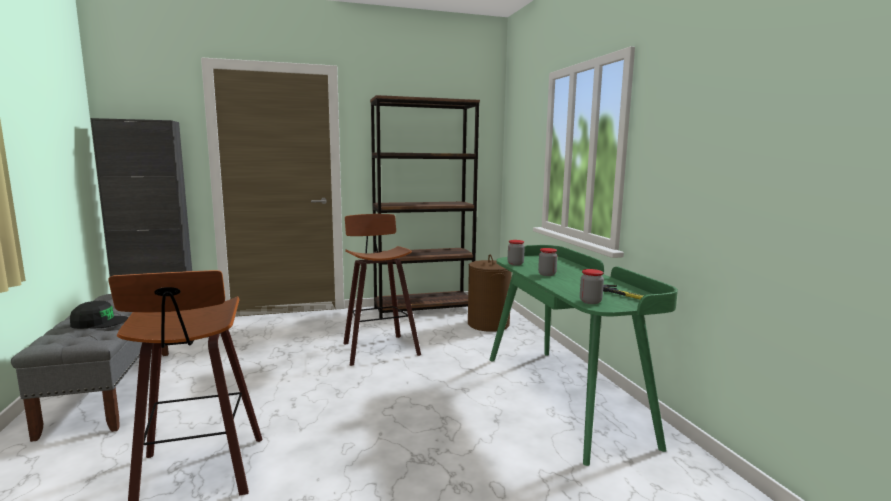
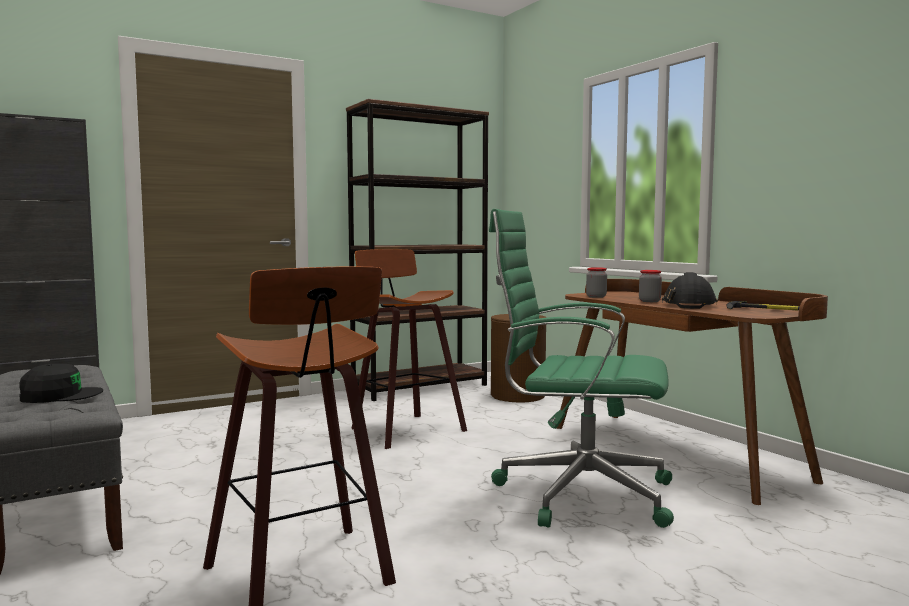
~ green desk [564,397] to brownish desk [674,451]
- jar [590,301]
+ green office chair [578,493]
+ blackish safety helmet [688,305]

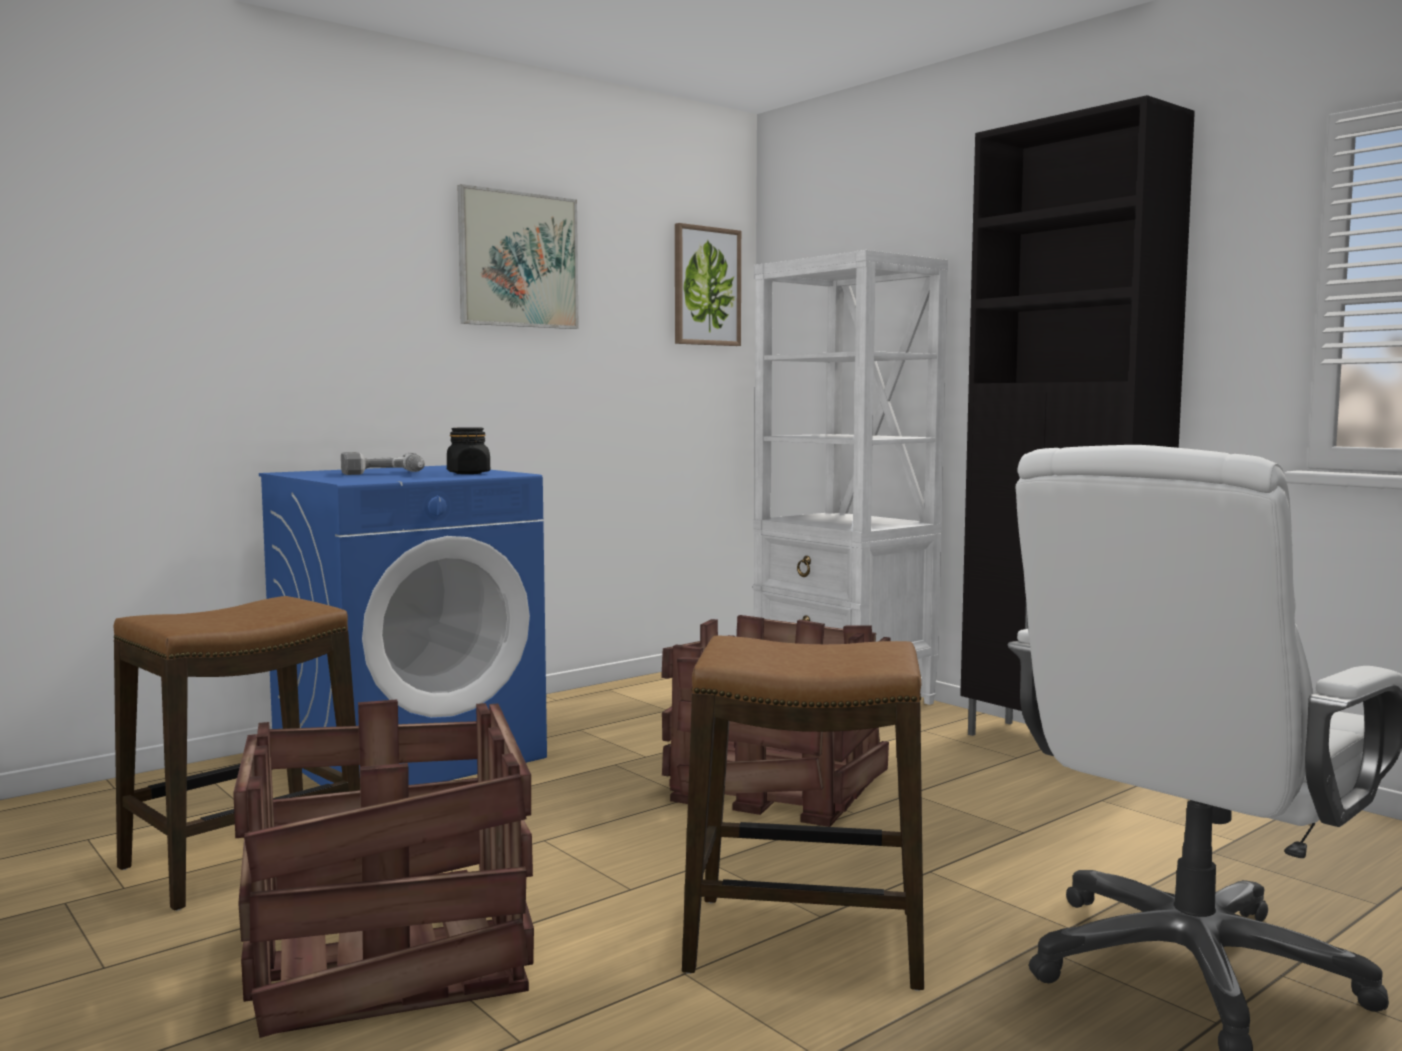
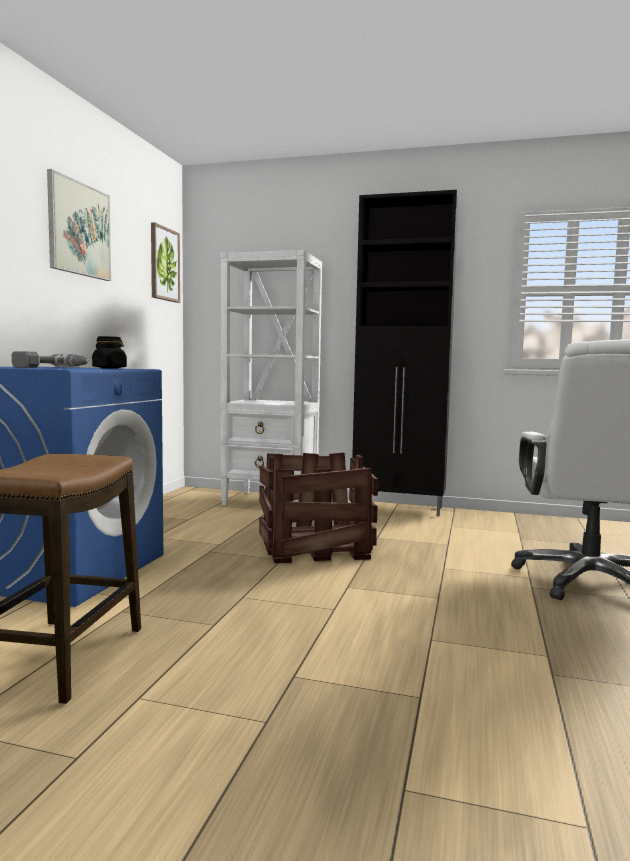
- shipping crate [389,952]
- stool seat [806,942]

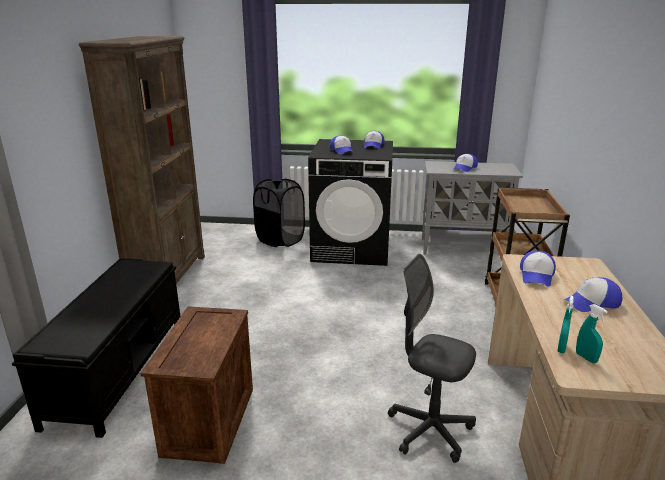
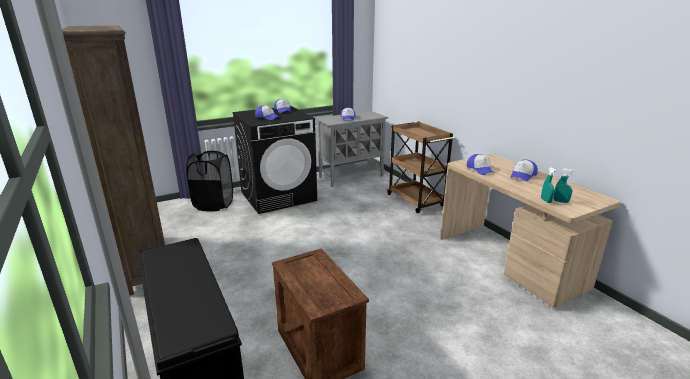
- gray office chair [430,430]

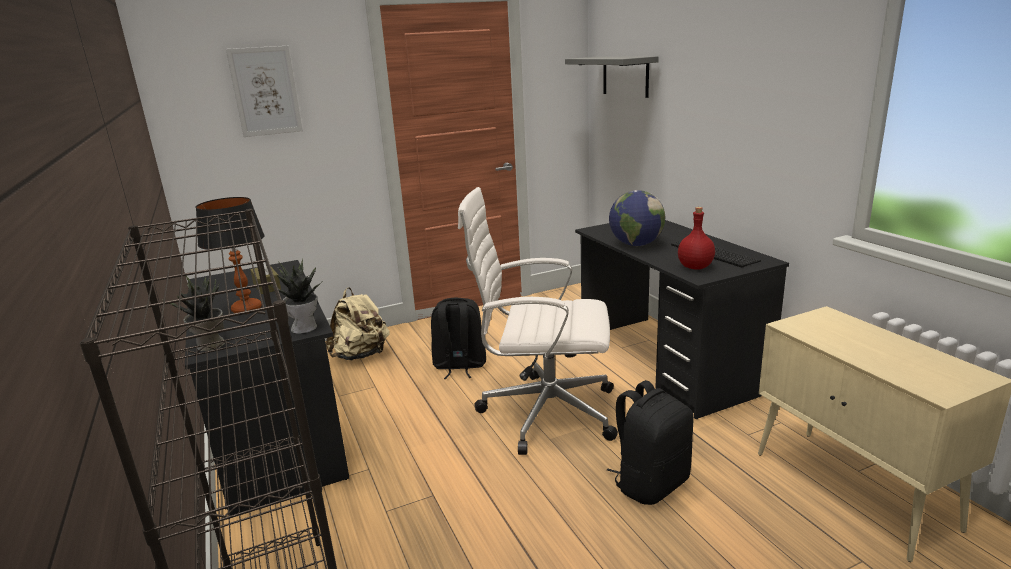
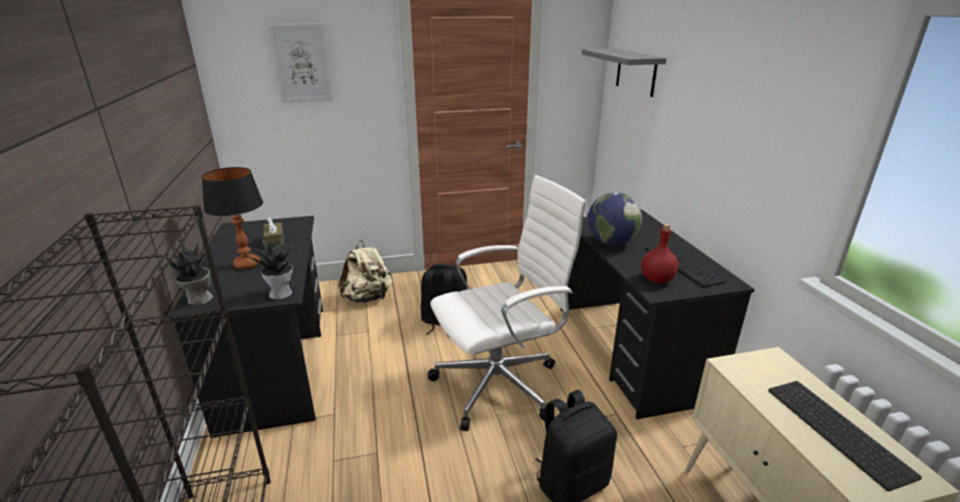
~ white office chair [544,412] = [501,384] 135 degrees clockwise
+ computer keyboard [839,431]

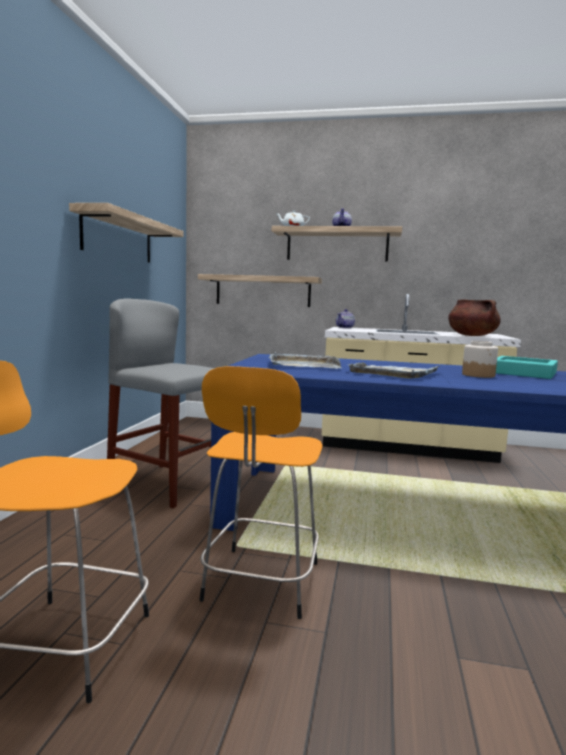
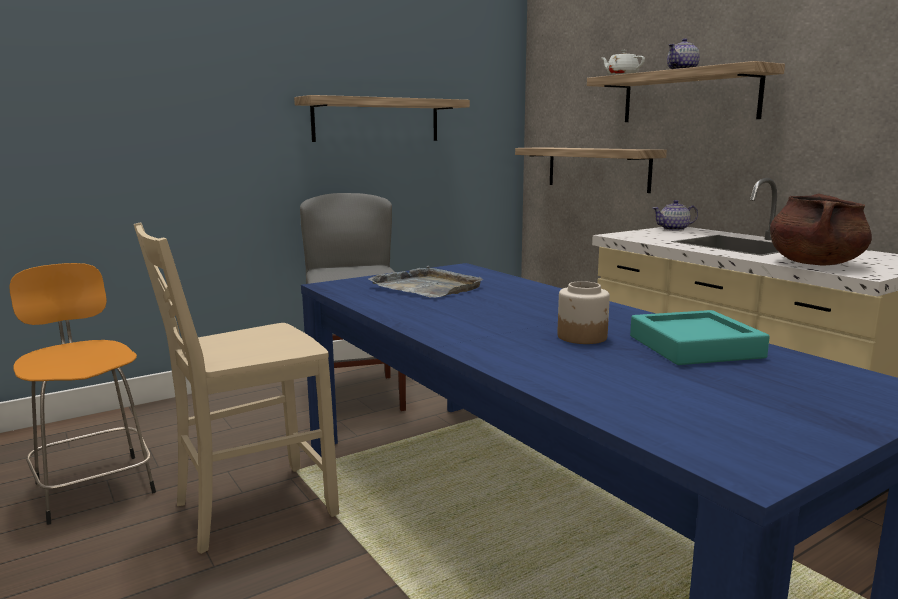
~ orange stool seat [261,583] to sand-coloured plain chair [251,508]
- gray carrying tray [393,373]

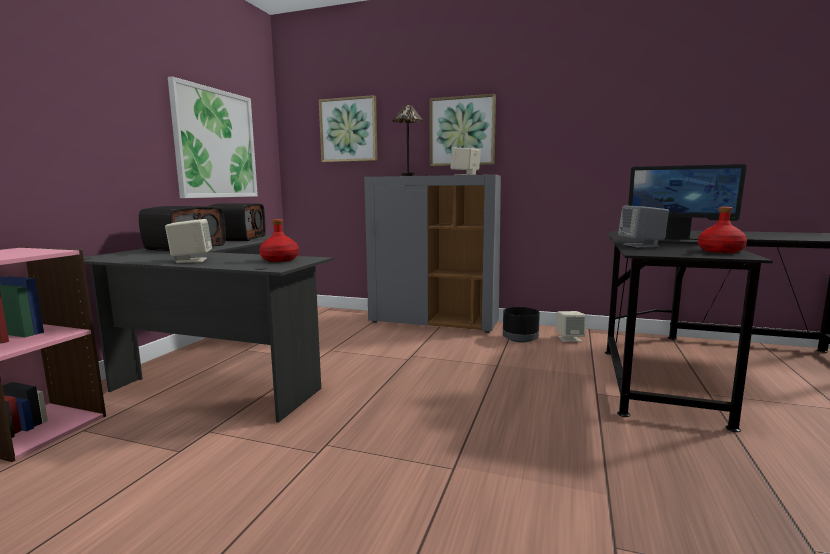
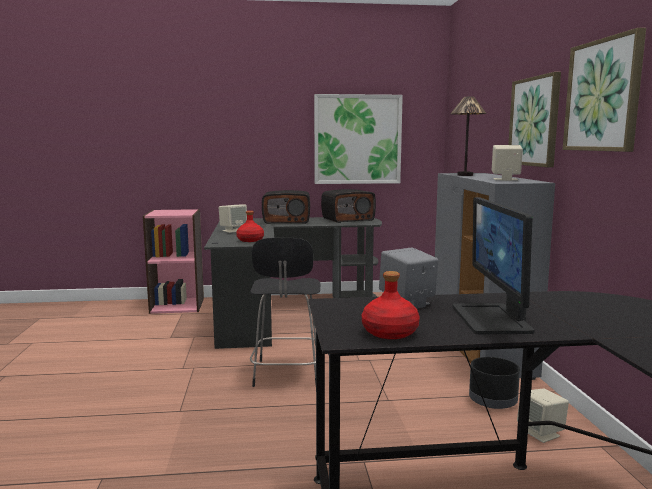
~ wall art [349,130] to [603,95]
+ blackish stool seat [286,374]

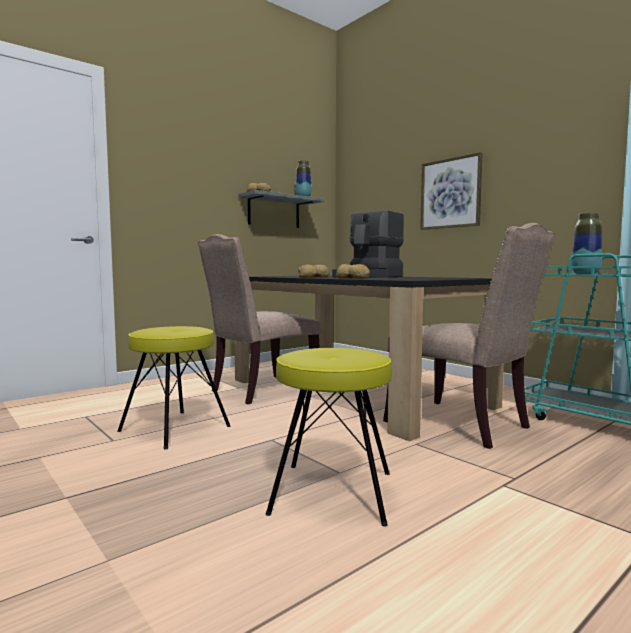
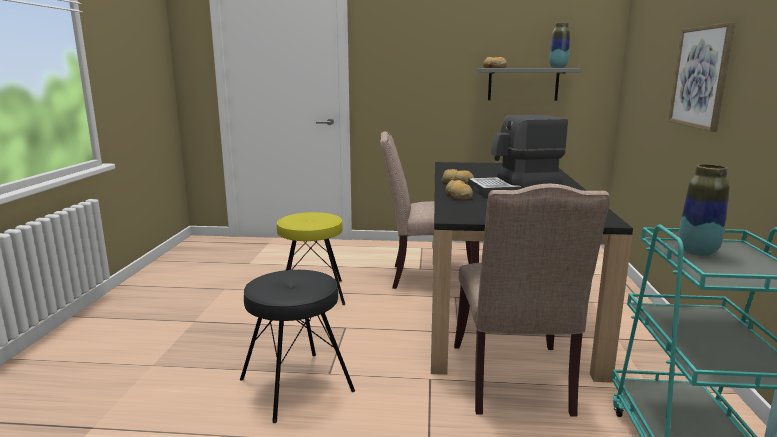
~ yellowish stool seat [332,491] to blackish stool seat [296,384]

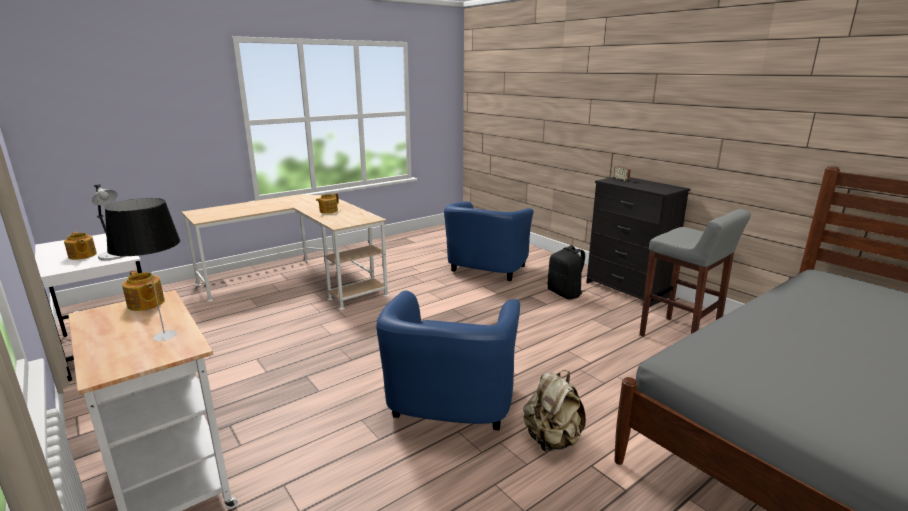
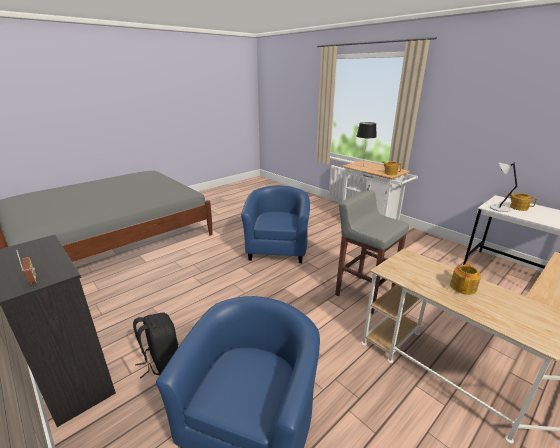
- sand-coloured backpack [552,440]
~ gray stool seat [680,336] to [364,293]

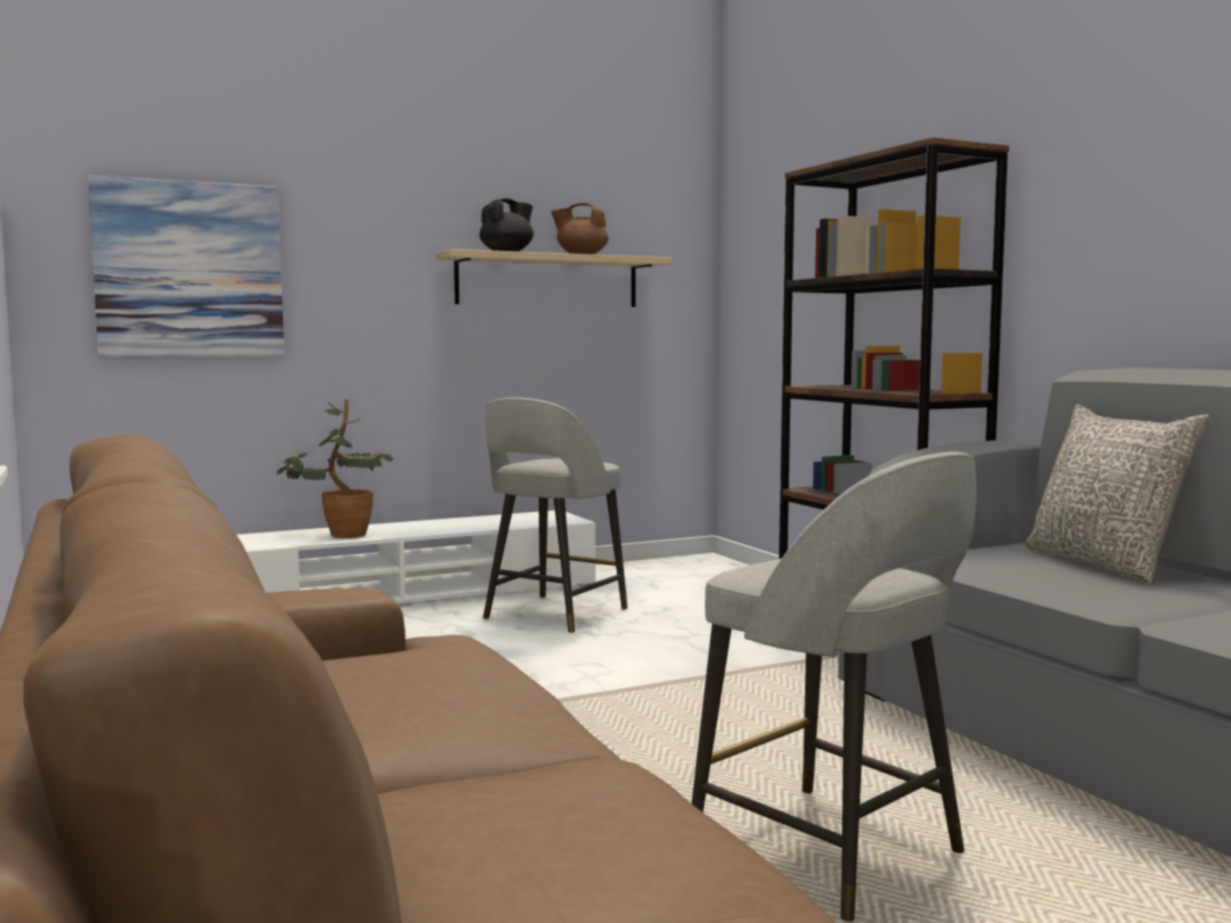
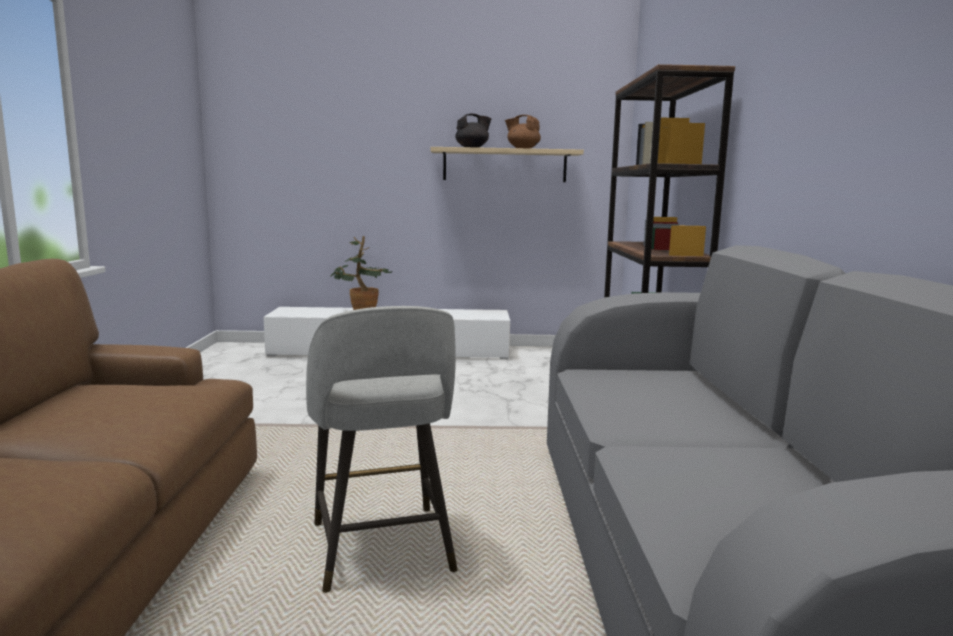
- wall art [190,271]
- gray stool seat [553,614]
- gray throw pillow [1104,564]

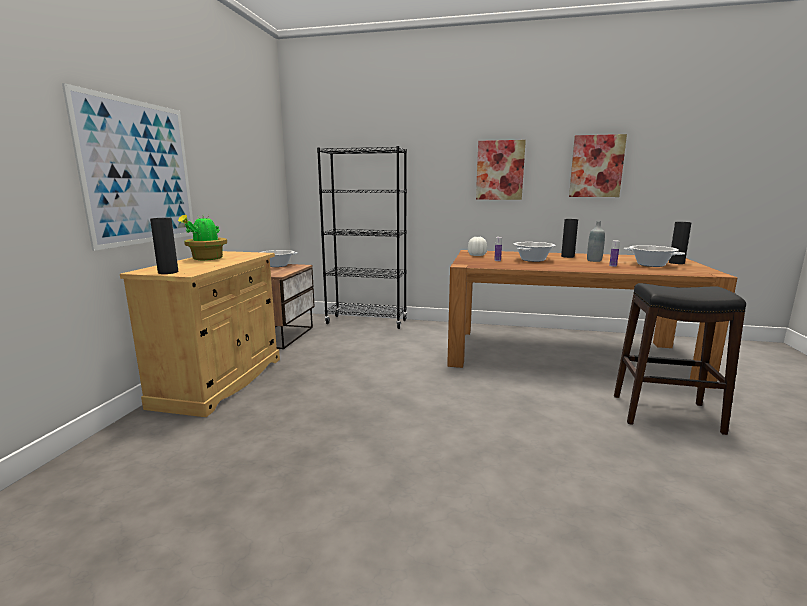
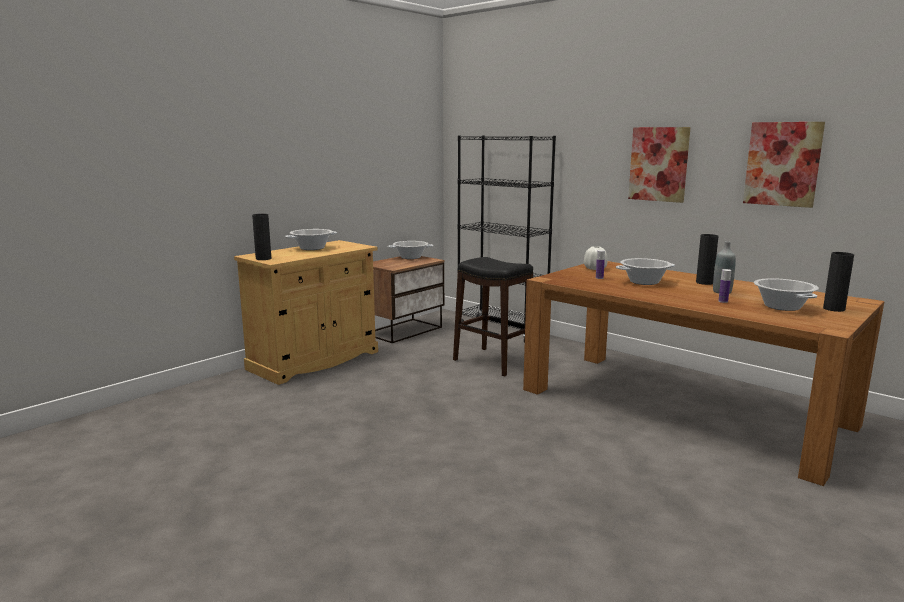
- wall art [139,173]
~ potted plant [206,259] to saucepot [312,248]
~ blackish stool seat [665,414] to [493,361]

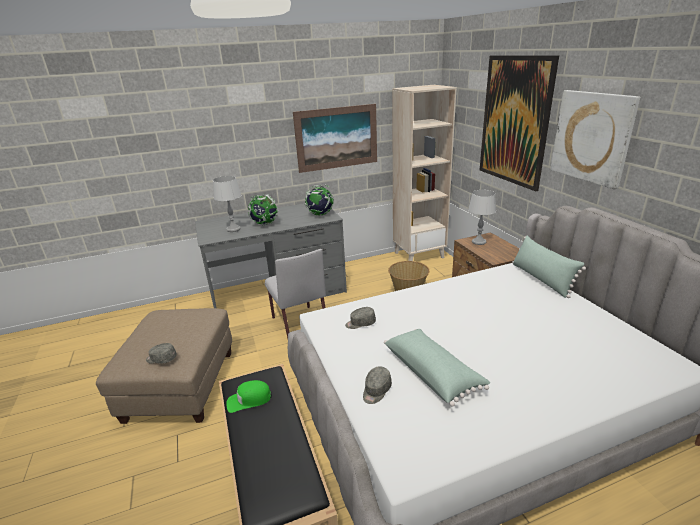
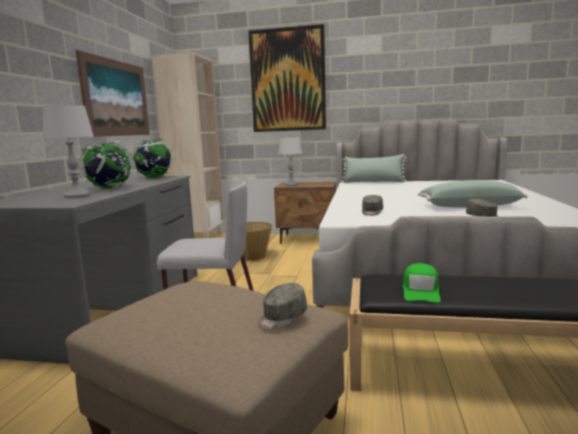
- wall art [592,137]

